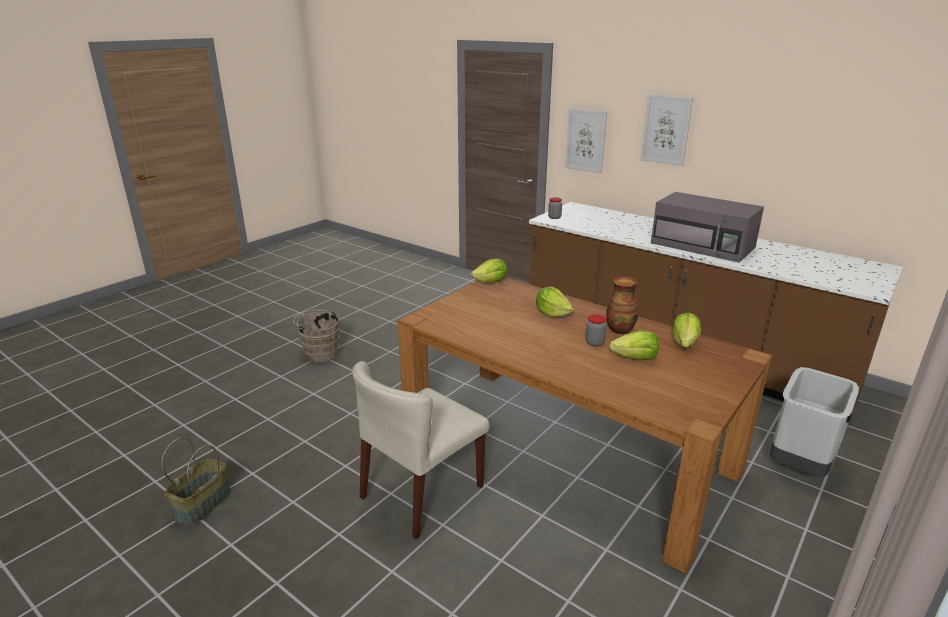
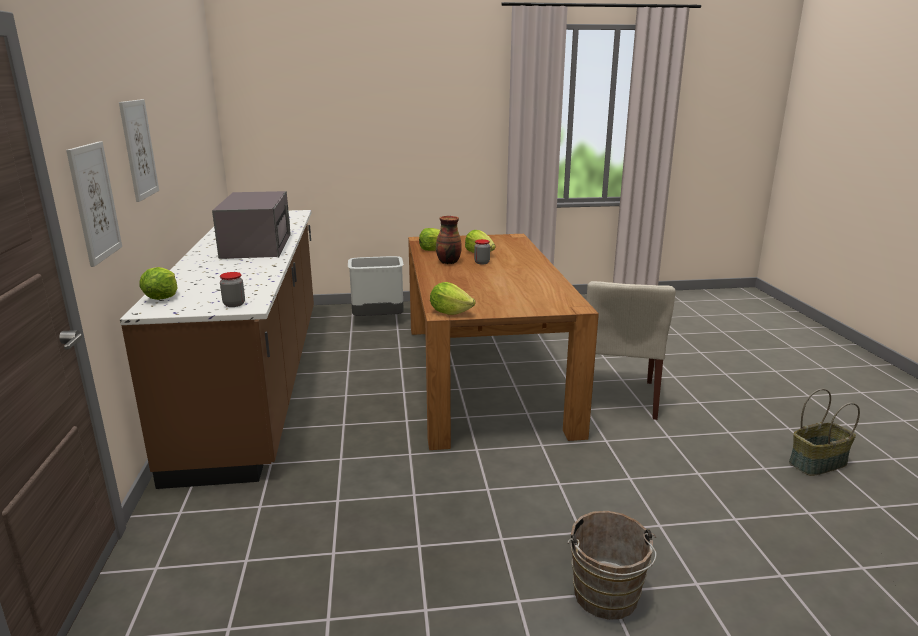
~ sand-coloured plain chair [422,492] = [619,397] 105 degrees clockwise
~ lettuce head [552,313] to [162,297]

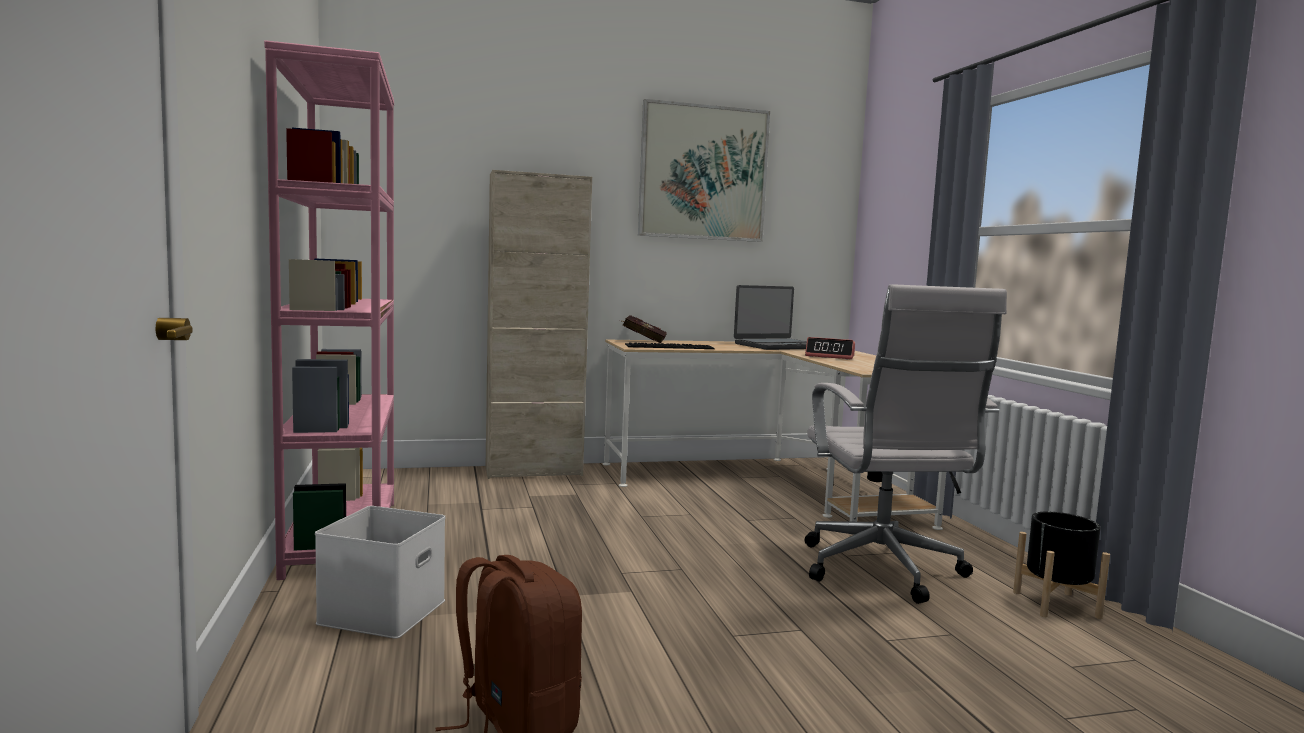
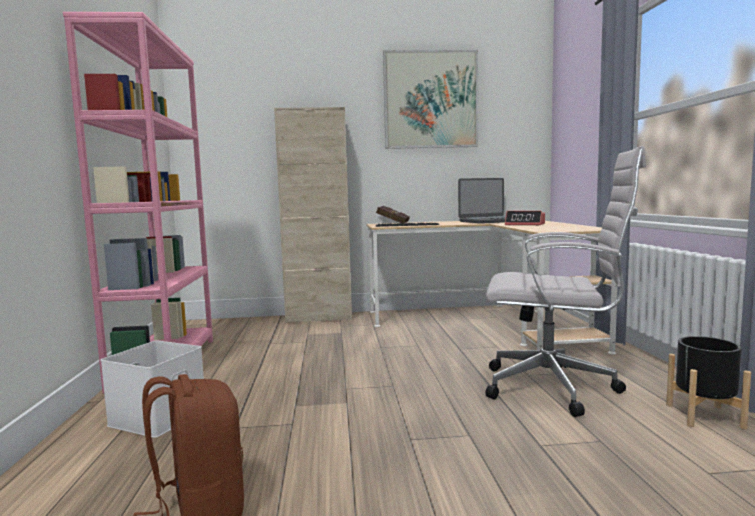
~ white office chair [883,572] = [555,388] 75 degrees counterclockwise

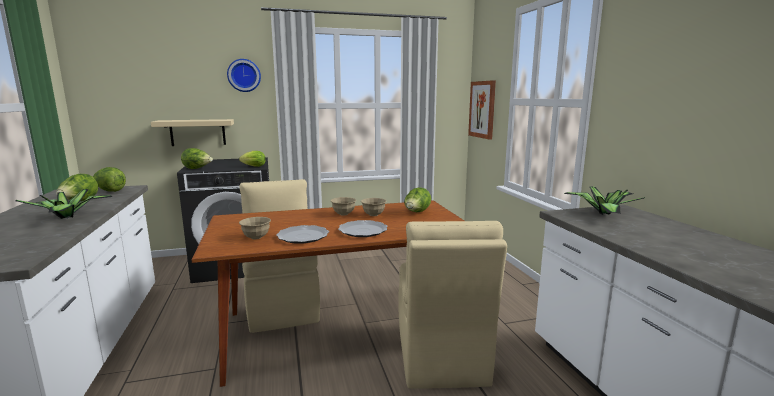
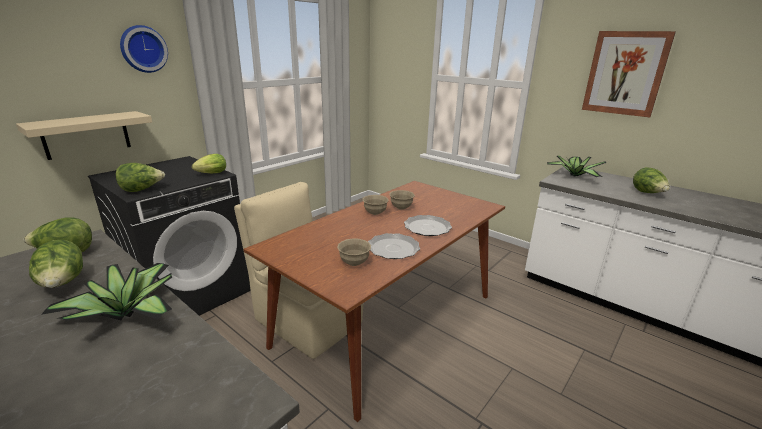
- sand-coloured plain chair [441,357]
~ lettuce head [416,213] to [647,193]
~ wall art [482,109] to [625,73]

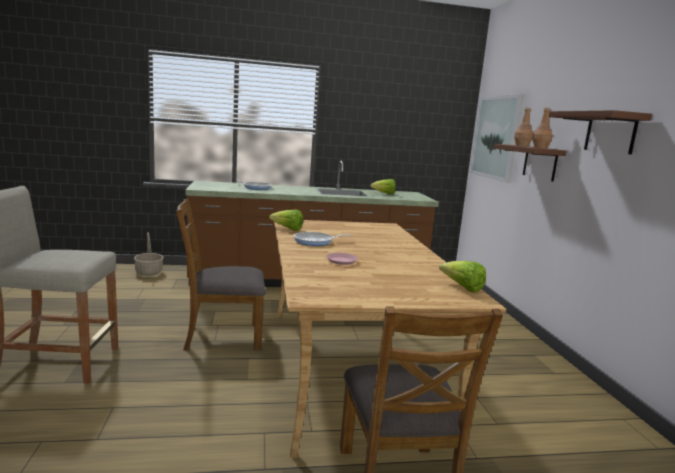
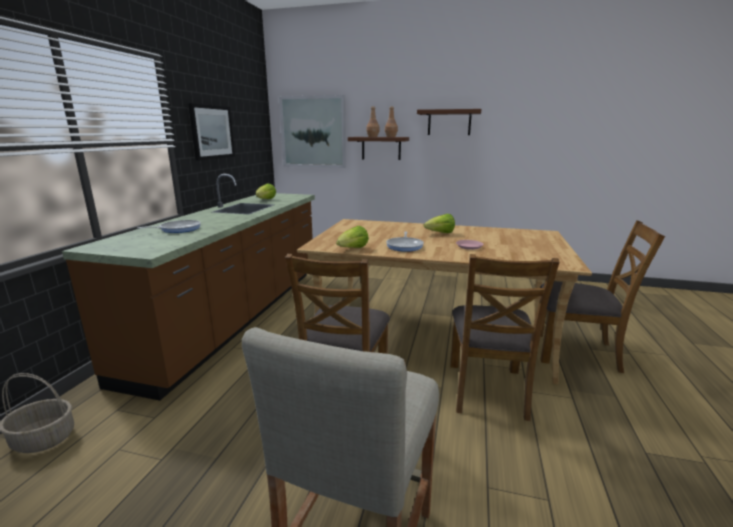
~ lettuce head [462,288] to [440,233]
+ wall art [212,132]
+ brownish plain chair [487,390]

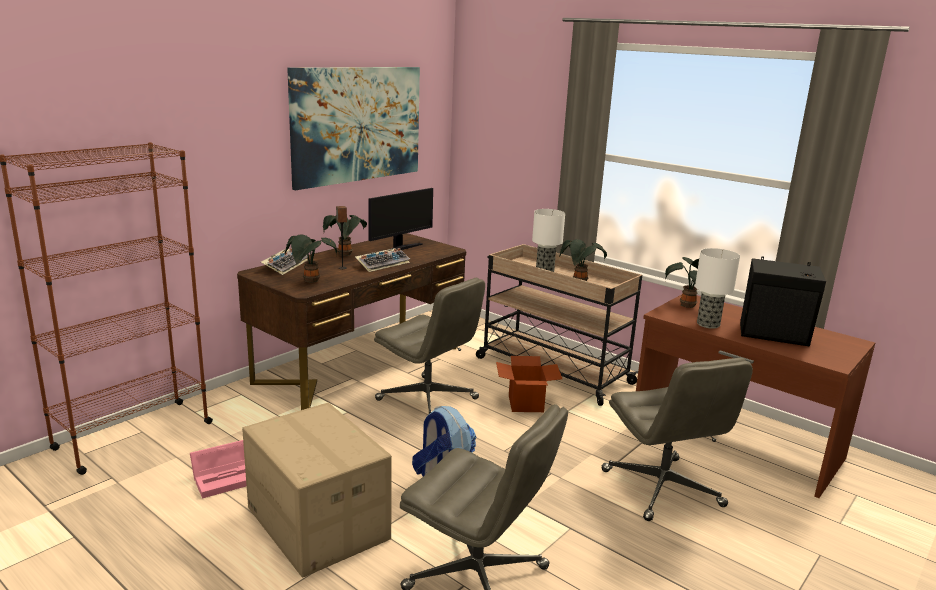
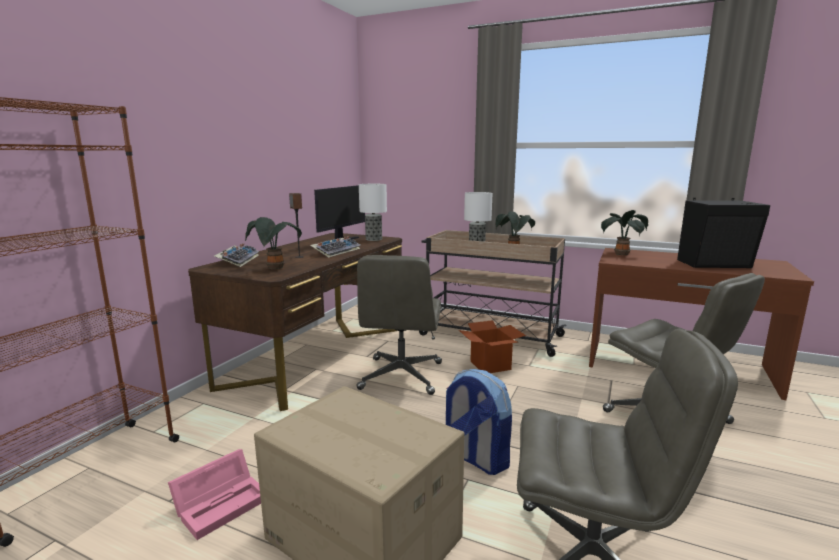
- wall art [357,124]
- potted plant [345,255]
~ gray office chair [428,400] = [401,376] 75 degrees clockwise
~ table lamp [707,324] to [373,239]

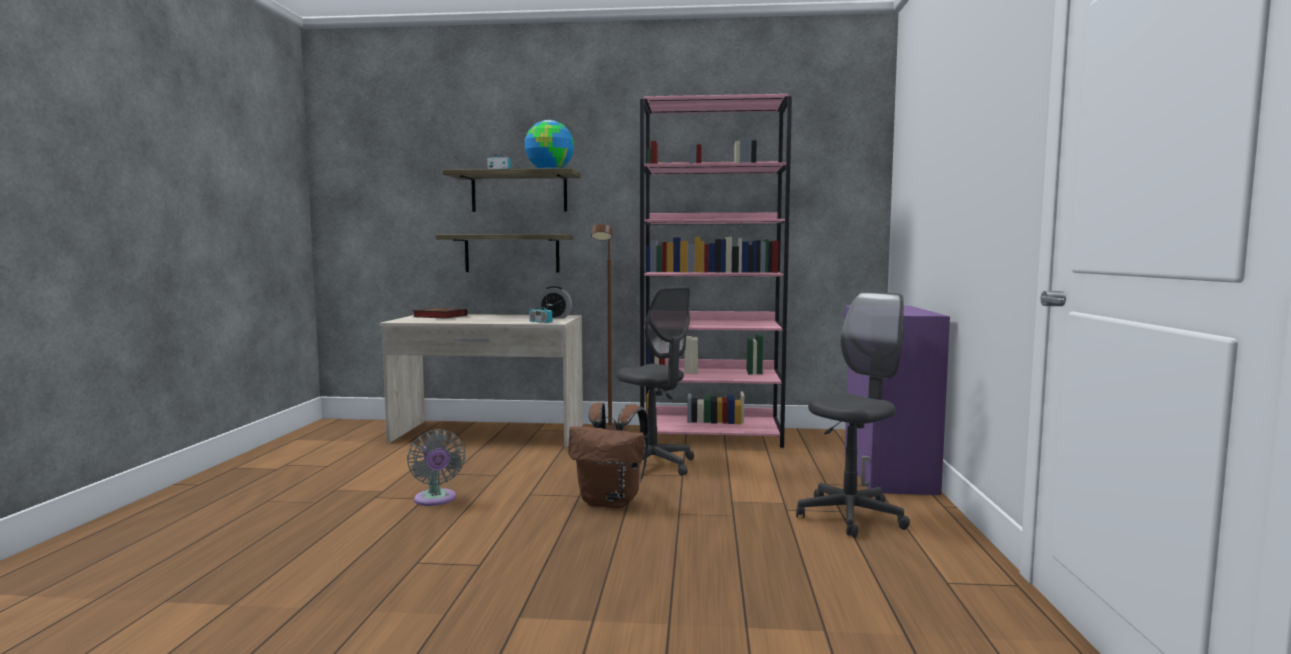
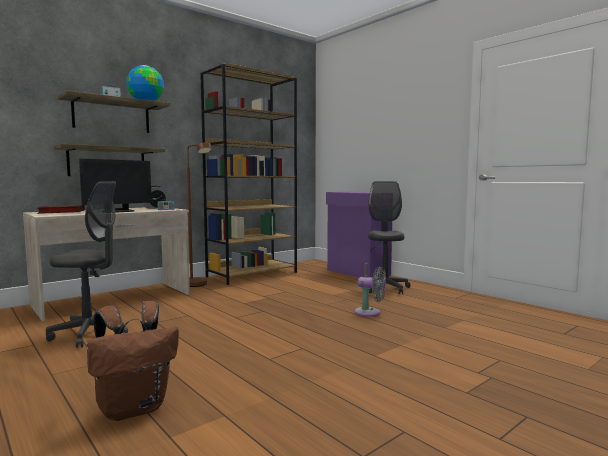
~ gray cooling fan [436,500] to [370,313]
~ brownish backpack [611,501] to [134,408]
~ gray office chair [653,464] to [90,334]
~ pink bookcase [712,436] to brownish bookcase [252,274]
+ monitor [118,211]

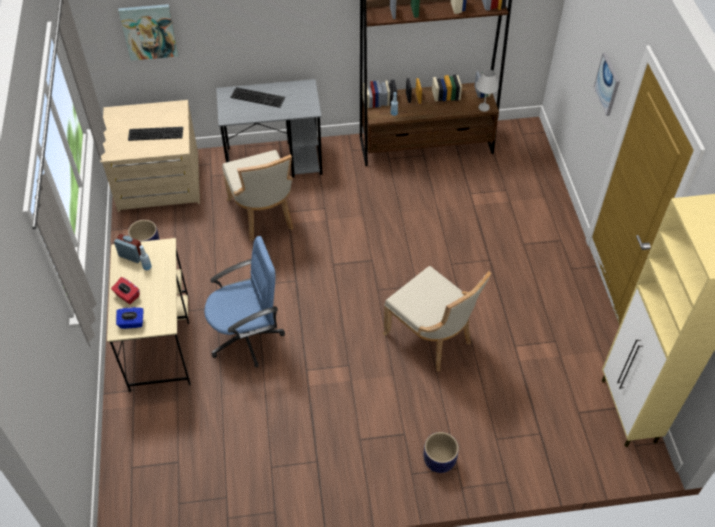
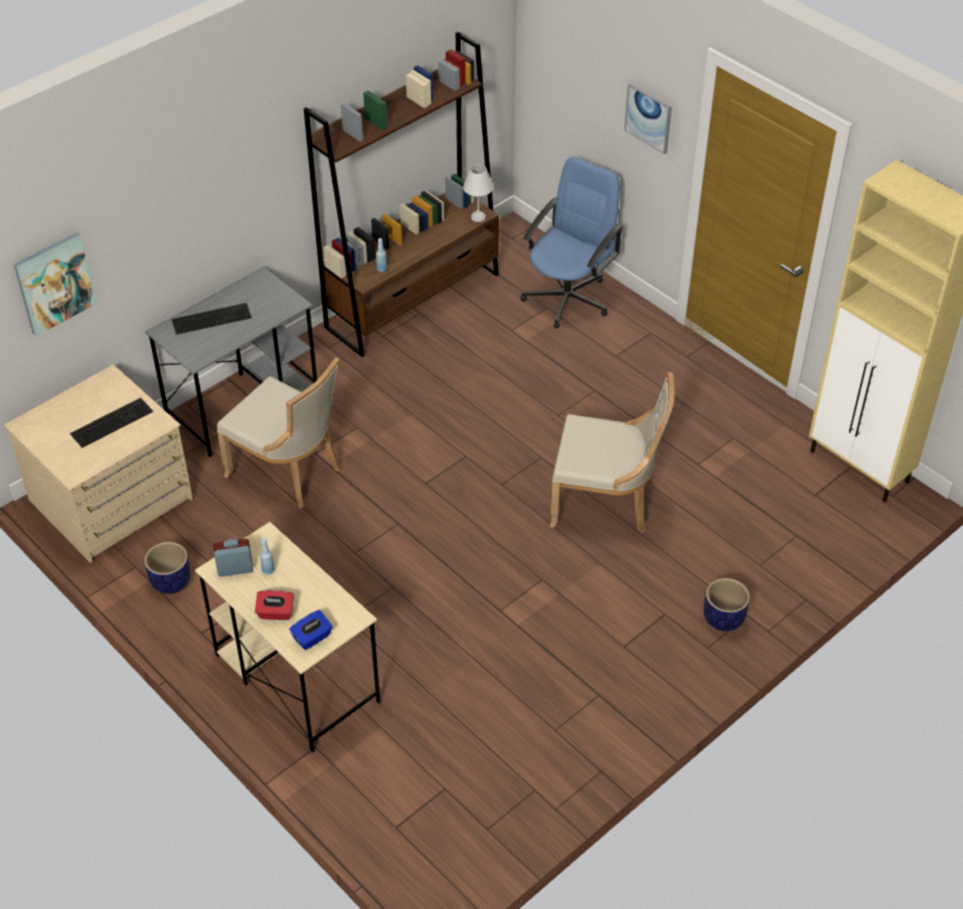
~ bluish office chair [247,336] to [568,298]

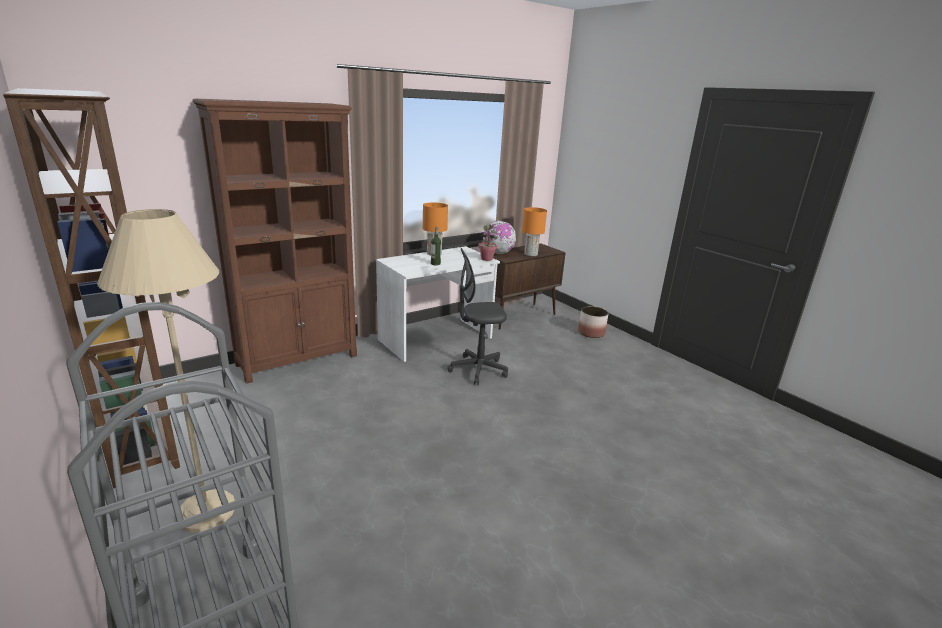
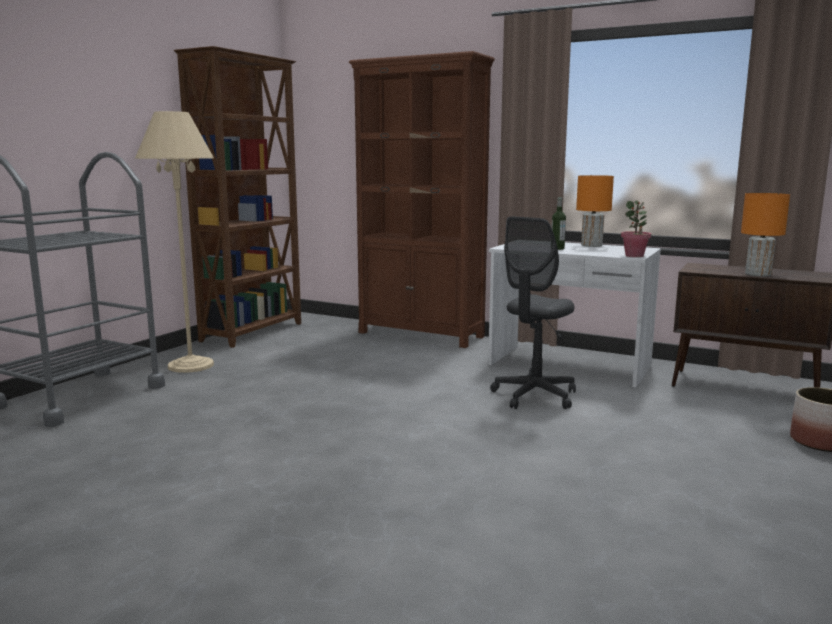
~ gray office chair [478,370] = [534,396] 105 degrees counterclockwise
- world globe [498,253]

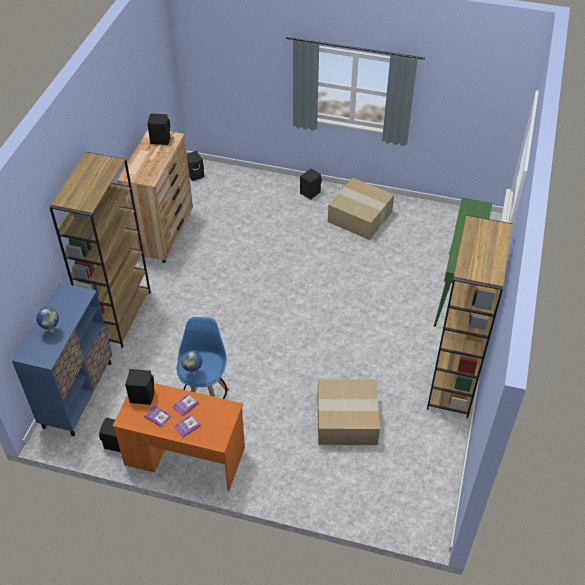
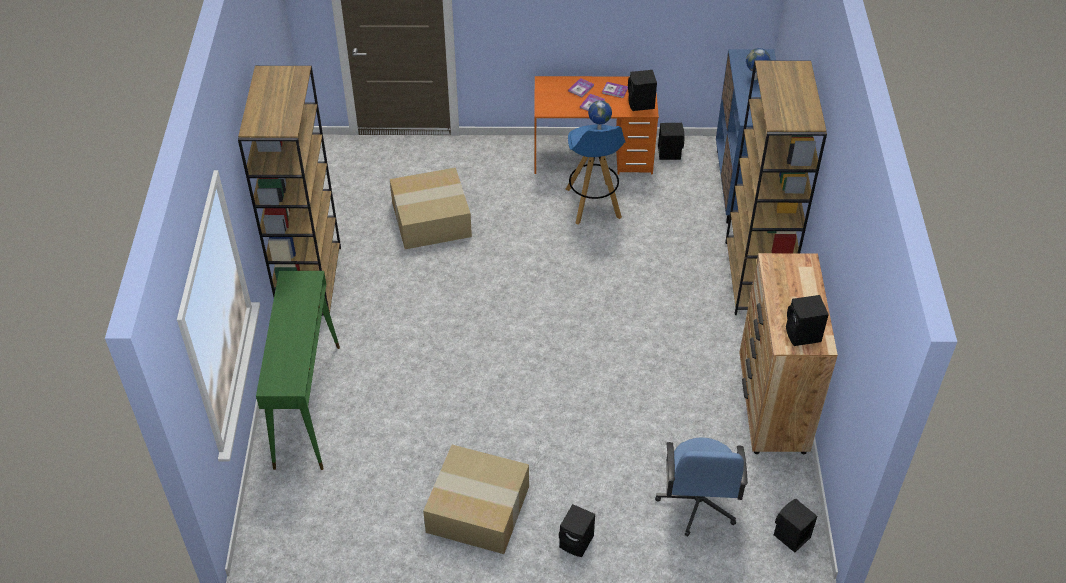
+ bluish office chair [697,503]

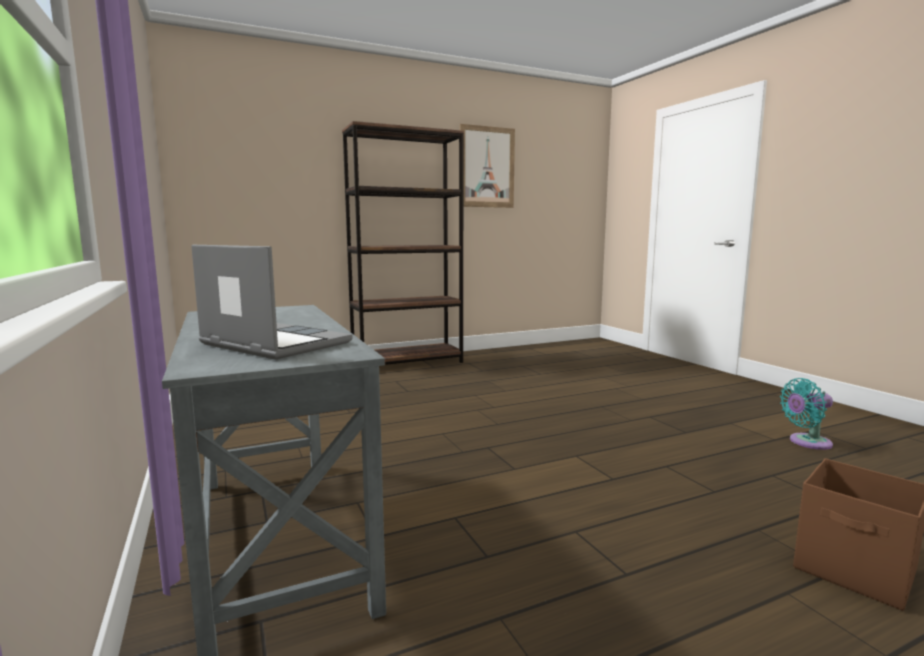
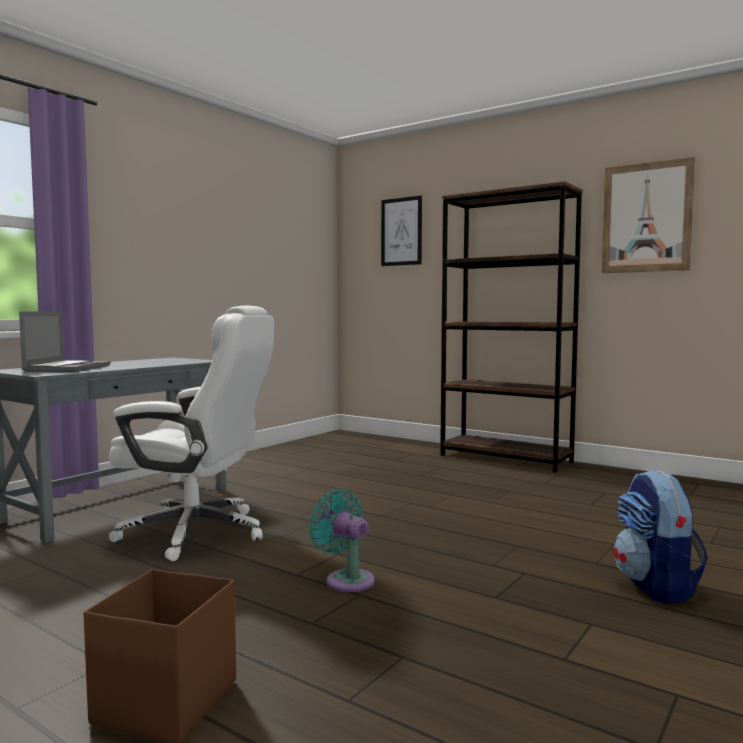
~ turquoise cooling fan [806,442] to [346,579]
+ white office chair [197,533]
+ wall art [401,231]
+ backpack [656,587]

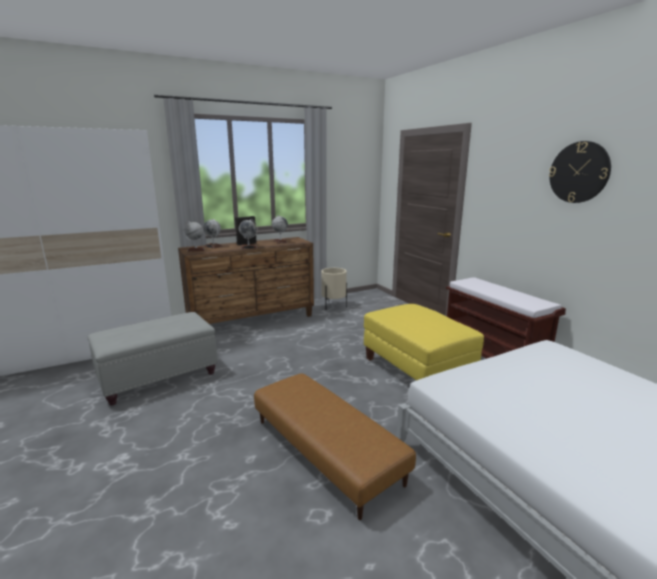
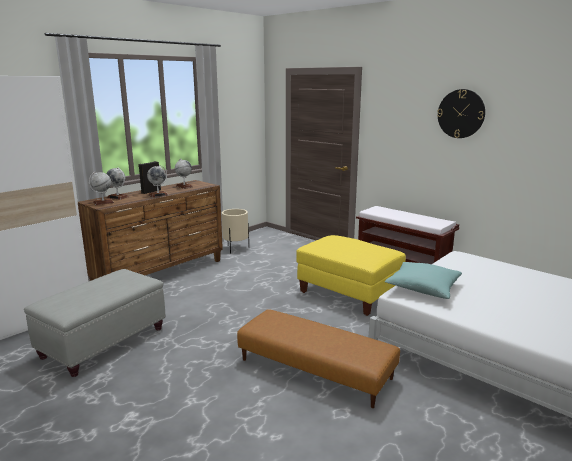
+ turquoise throw pillow [423,288]

